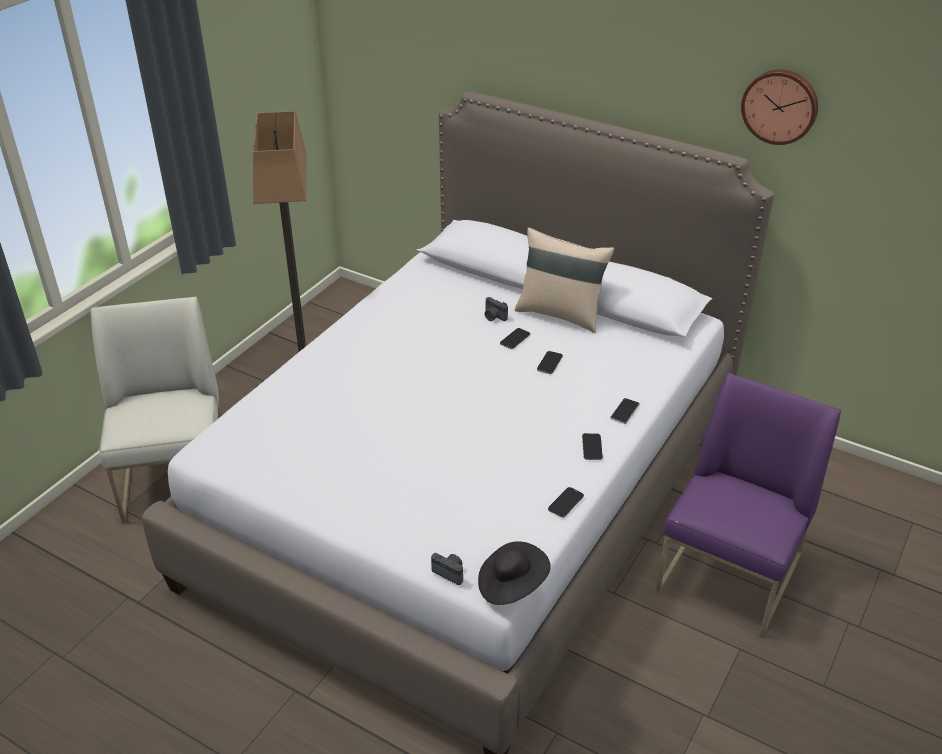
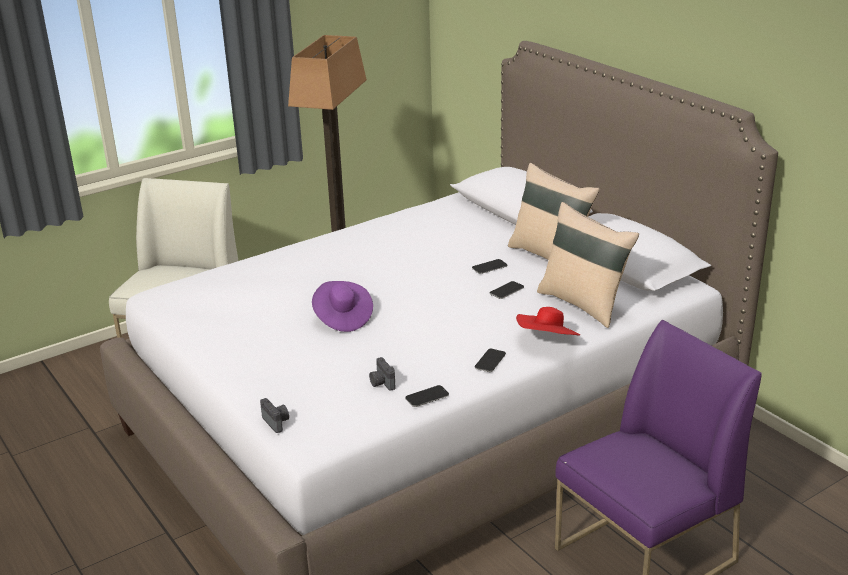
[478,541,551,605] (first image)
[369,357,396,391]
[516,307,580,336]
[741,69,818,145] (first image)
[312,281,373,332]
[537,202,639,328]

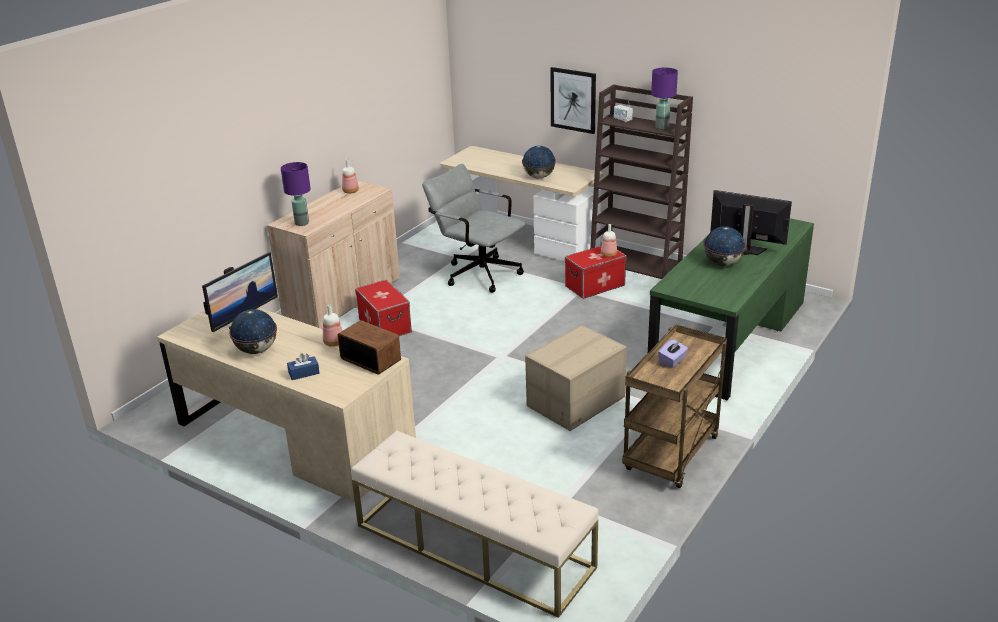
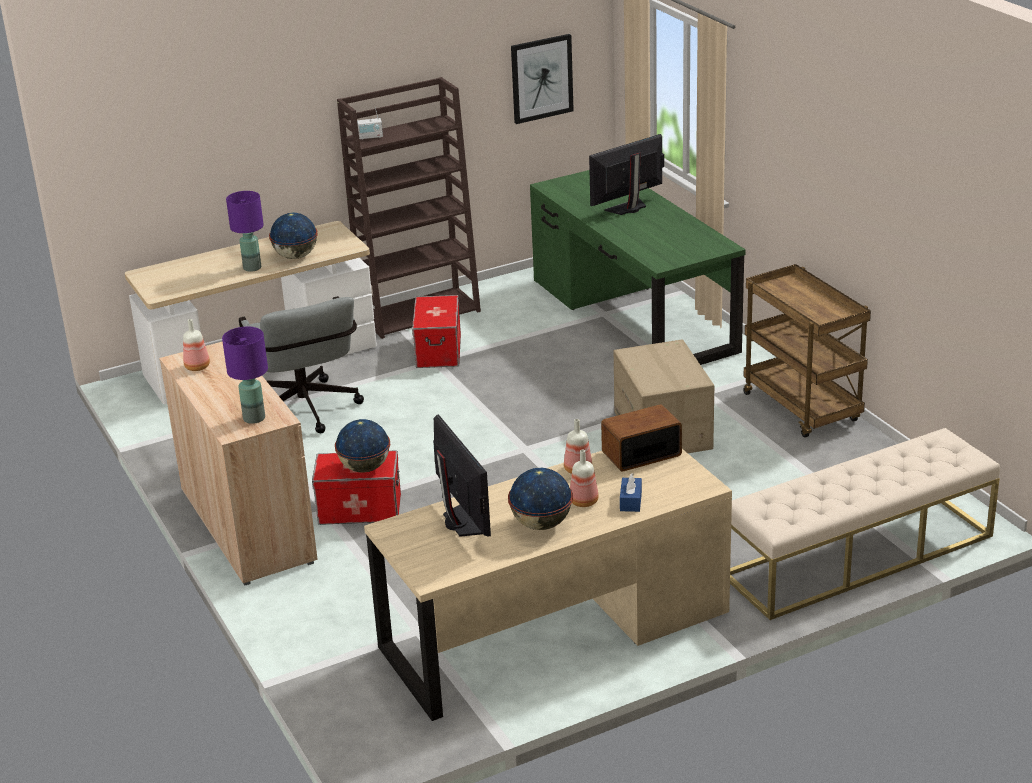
[239,296,364,433]
[511,34,574,124]
[570,449,599,507]
[226,191,264,272]
[658,339,688,368] (first image)
[335,419,390,473]

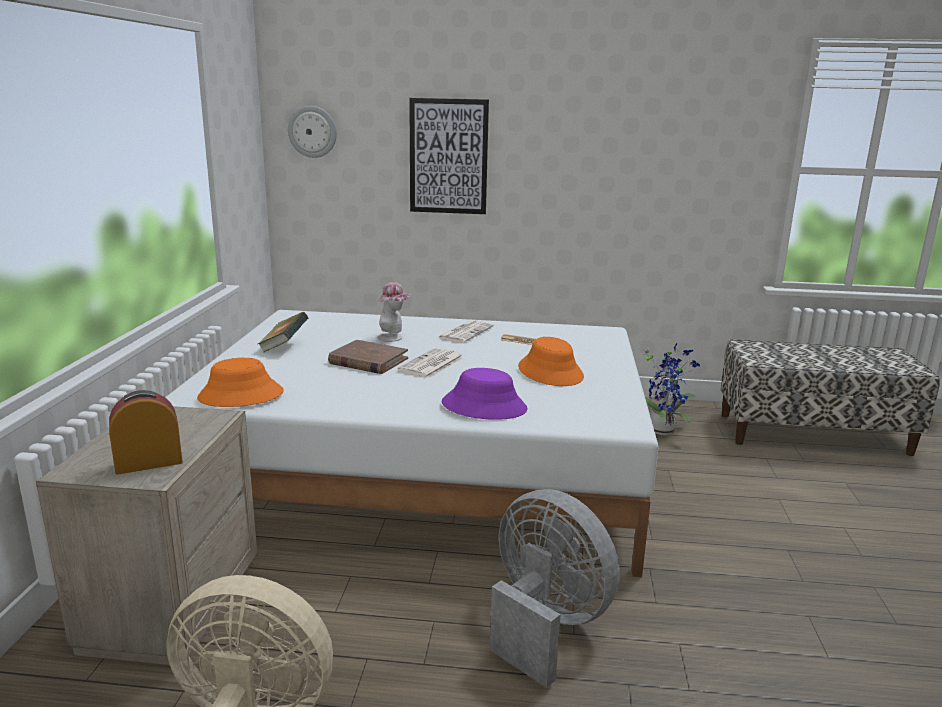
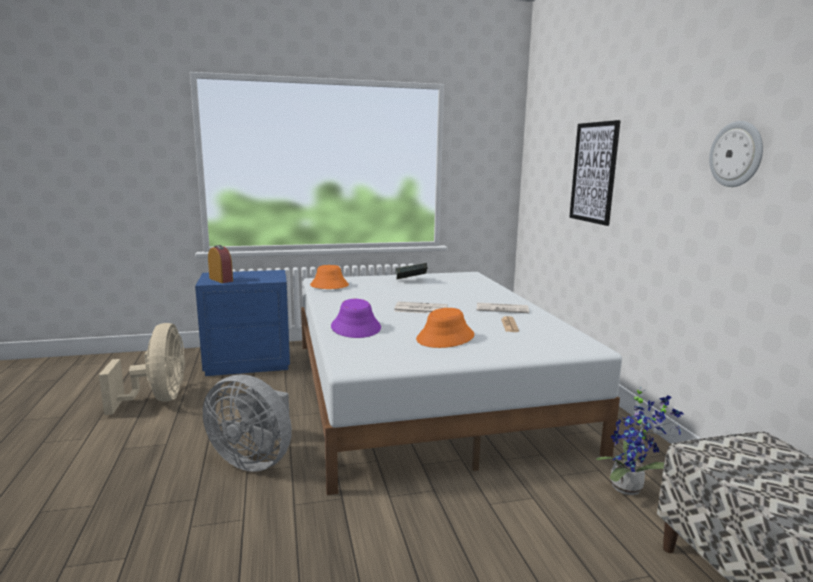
[195,270,290,376]
[709,121,763,187]
[328,340,408,374] (first image)
[377,282,411,342] (first image)
[203,375,292,472]

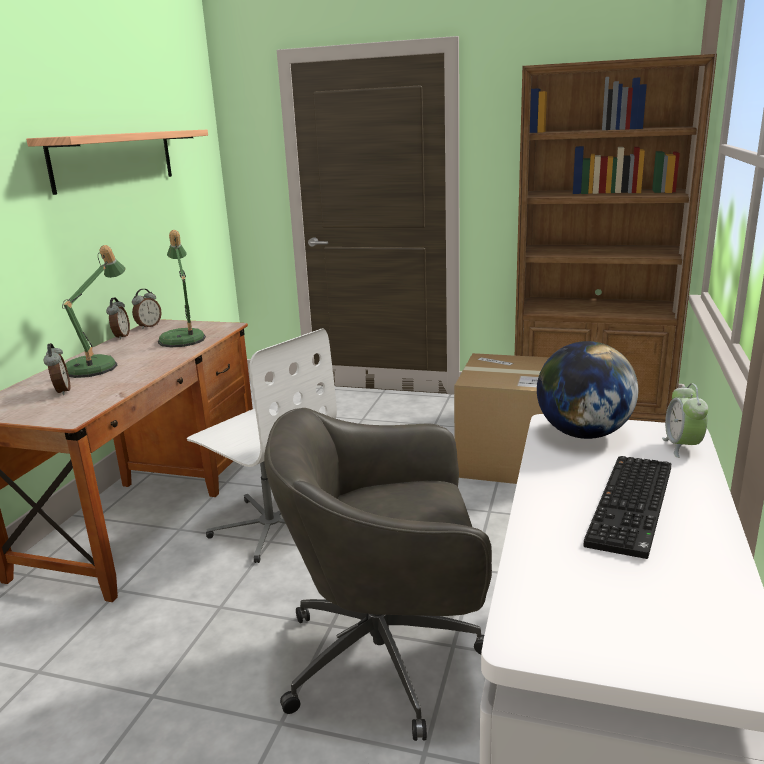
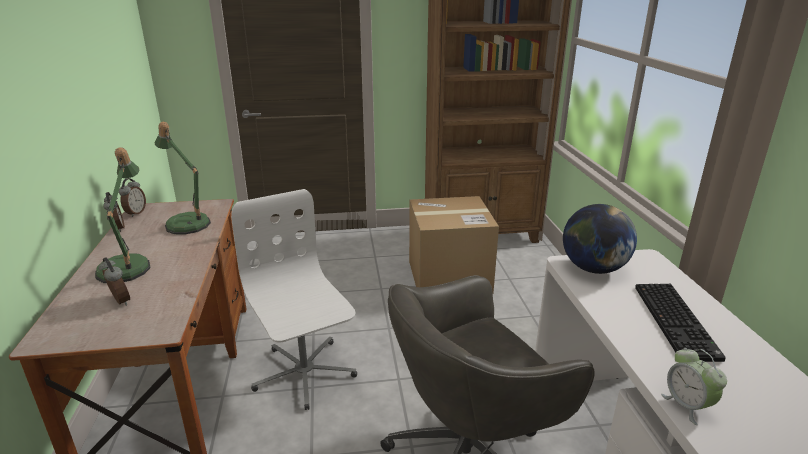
[26,130,208,195] (first image)
[231,189,357,410]
[661,348,727,425]

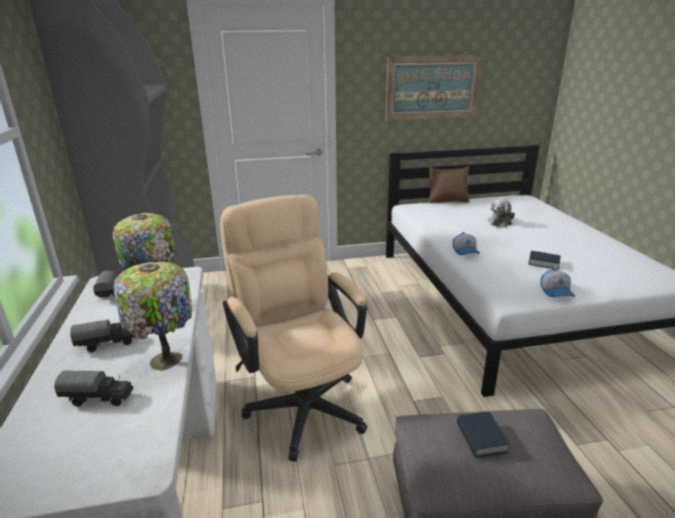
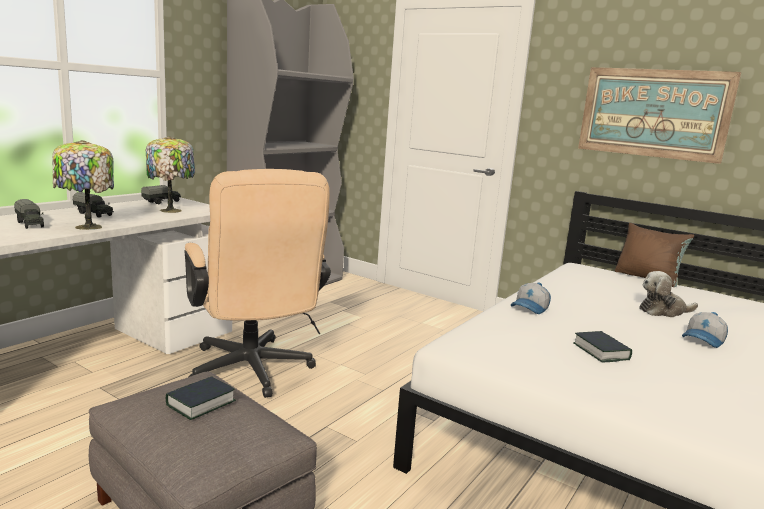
[184,169,331,398]
[682,312,728,348]

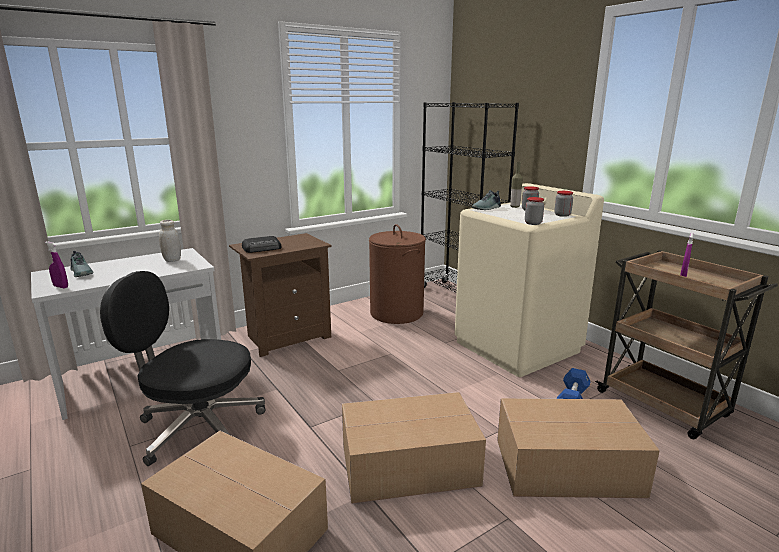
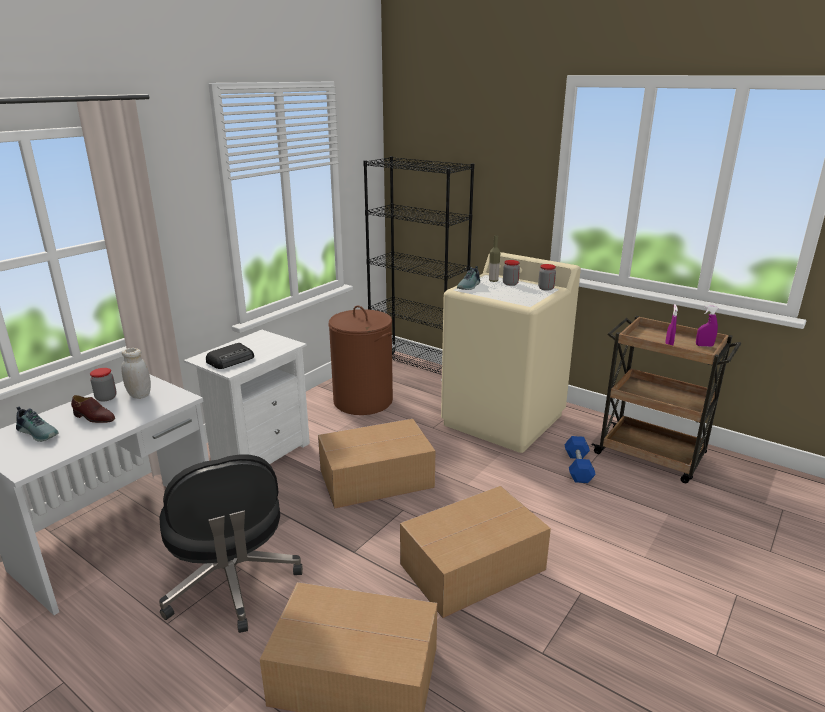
[696,305,719,347]
[159,454,303,633]
[184,330,310,464]
[318,419,435,509]
[90,368,117,402]
[71,395,115,423]

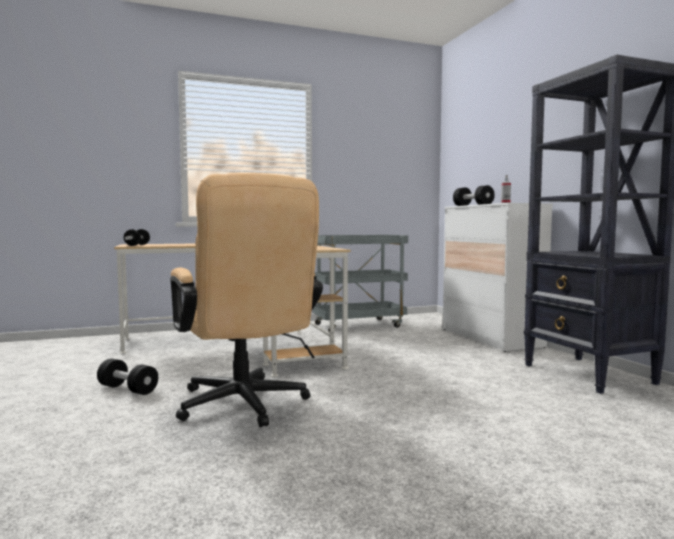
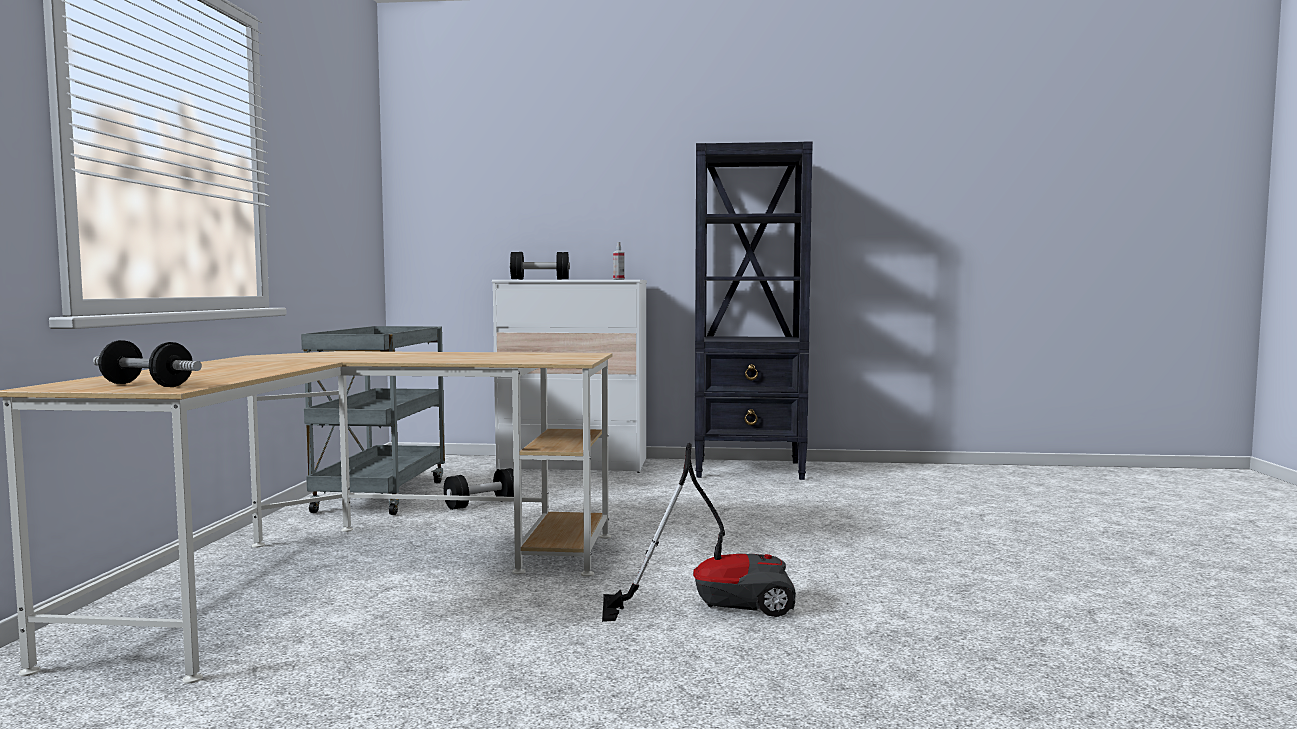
[444,468,514,510]
[602,443,796,622]

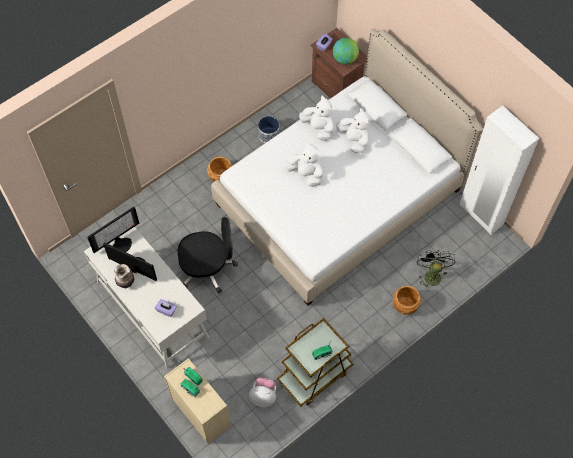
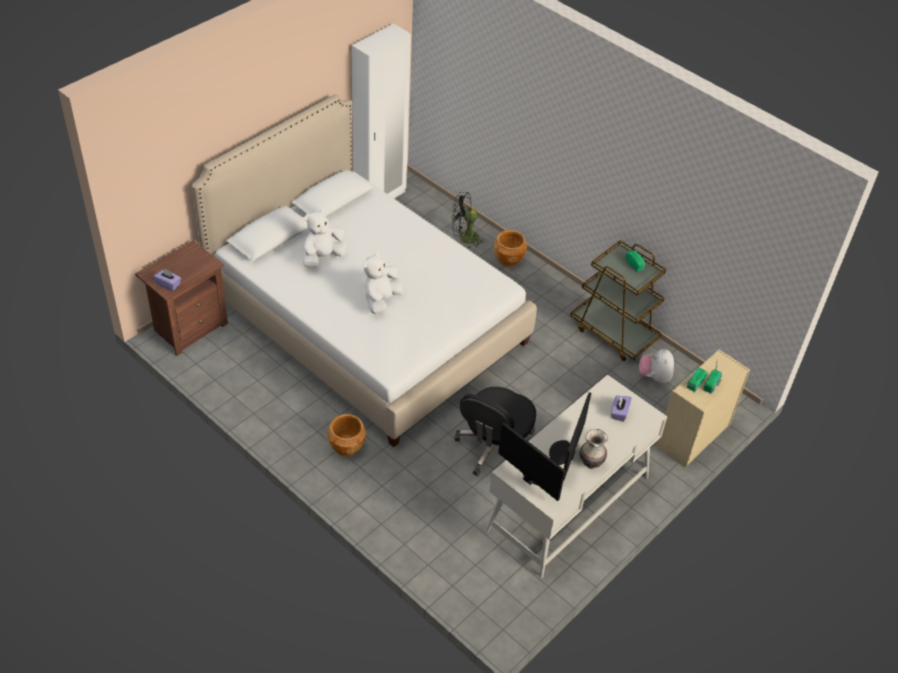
[454,387,536,476]
[258,116,279,143] (first image)
[299,96,334,141] (first image)
[333,38,359,64] (first image)

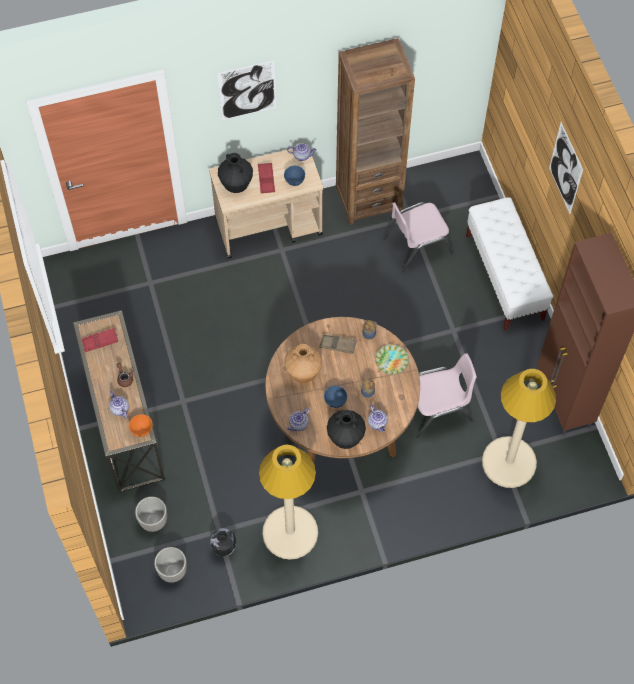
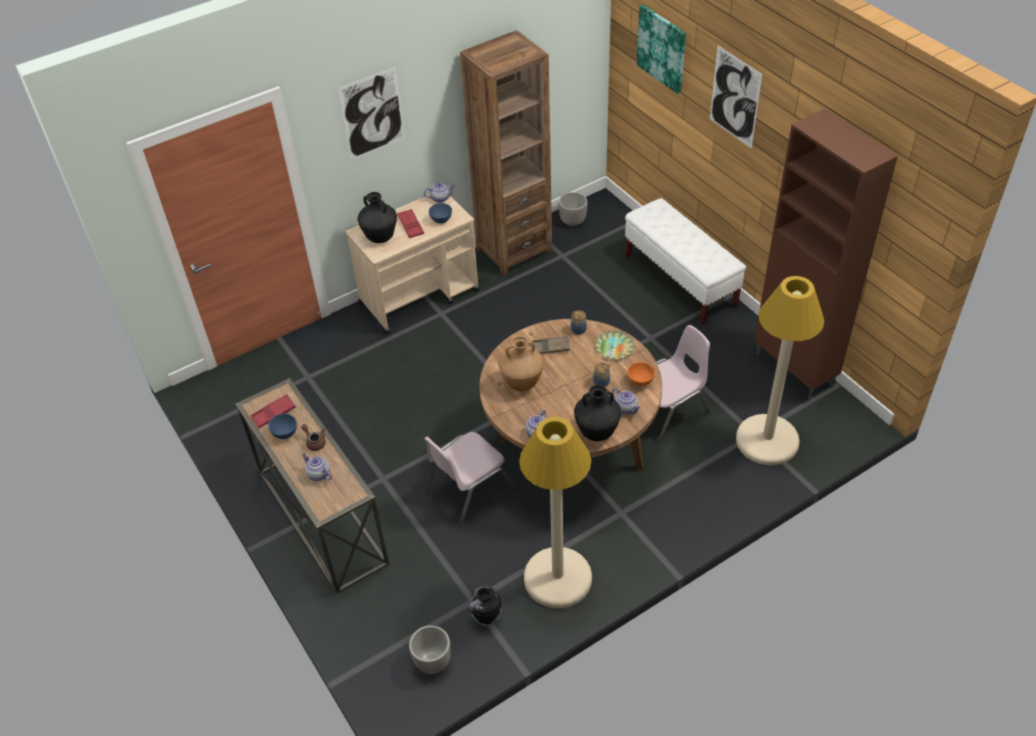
[627,362,655,387]
[558,192,588,226]
[268,414,297,439]
[424,432,516,527]
[637,4,686,94]

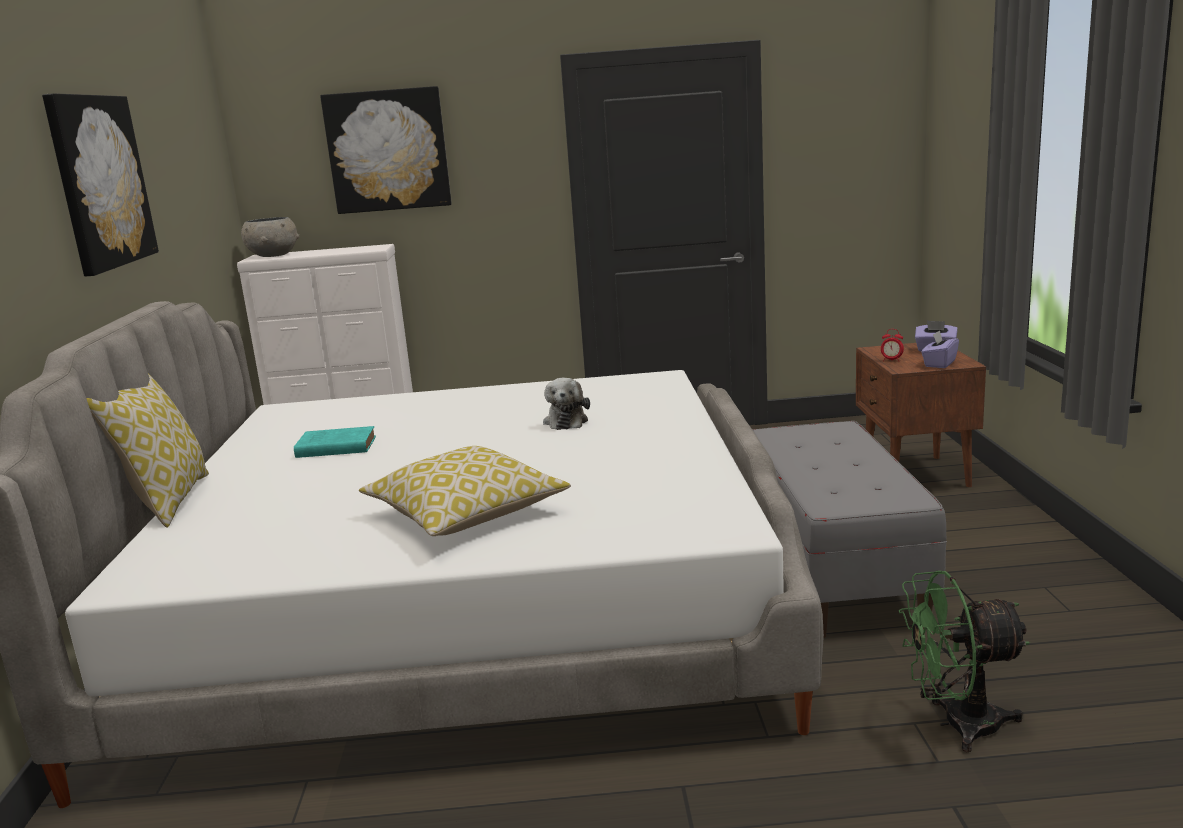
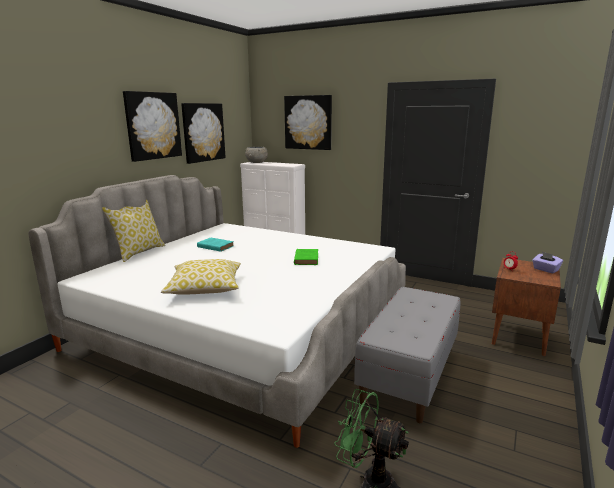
[294,249,318,265]
[921,330,959,368] (first image)
[181,103,226,164]

